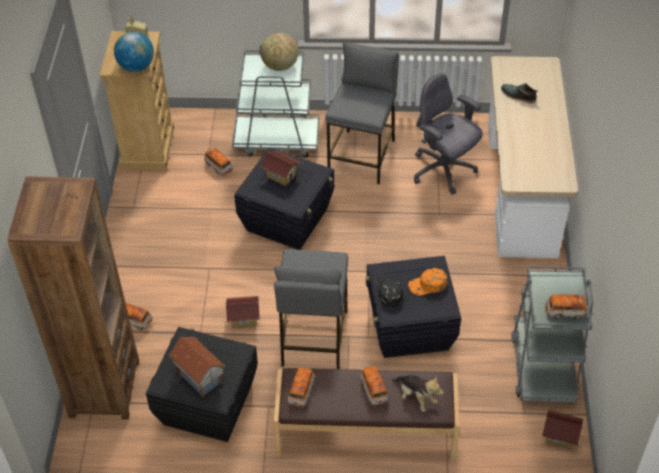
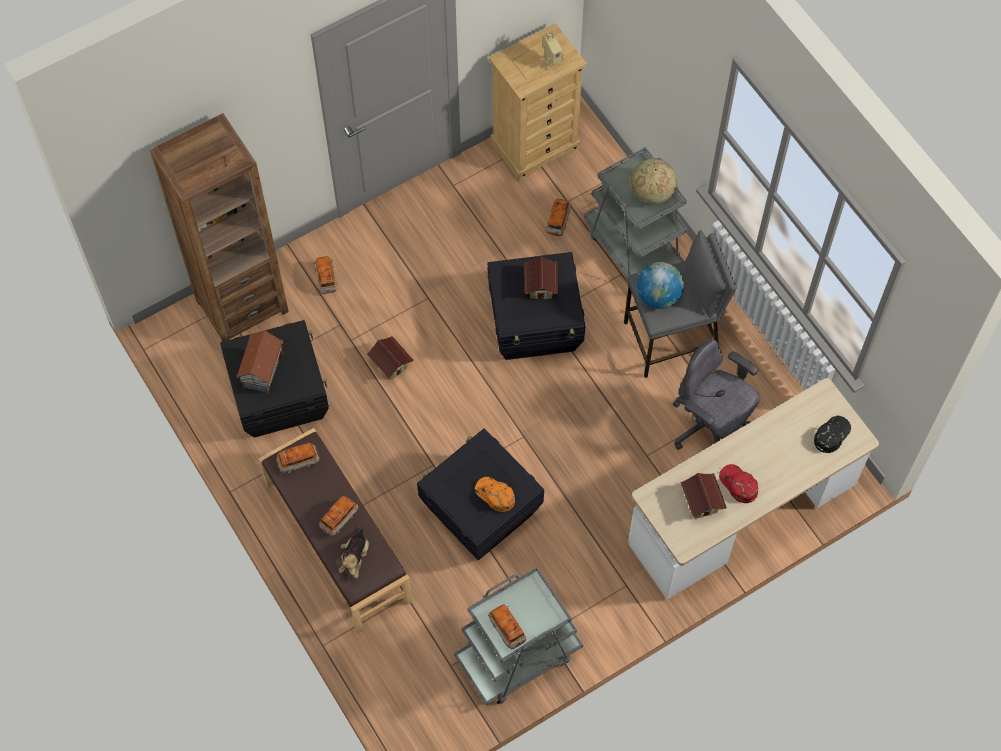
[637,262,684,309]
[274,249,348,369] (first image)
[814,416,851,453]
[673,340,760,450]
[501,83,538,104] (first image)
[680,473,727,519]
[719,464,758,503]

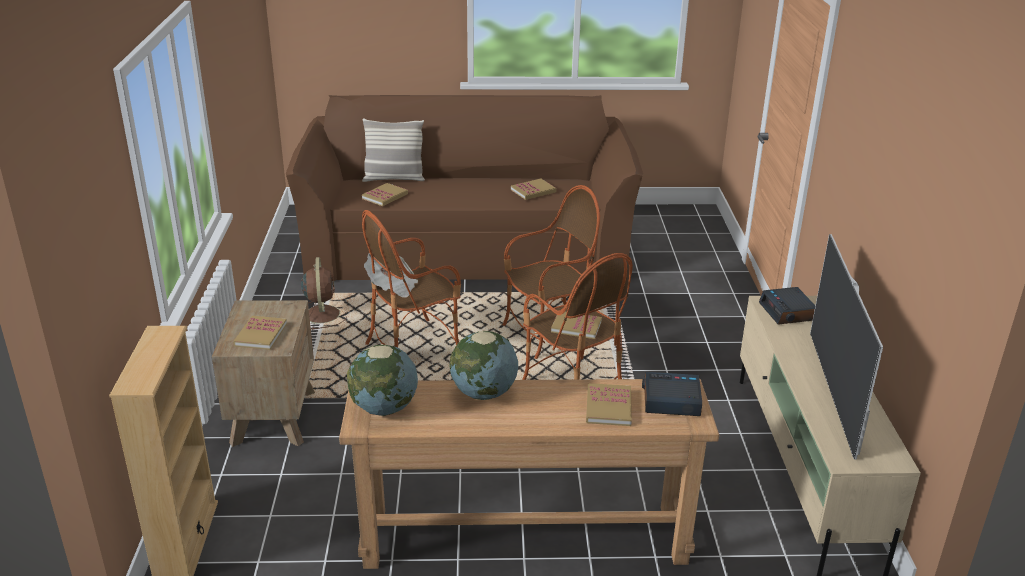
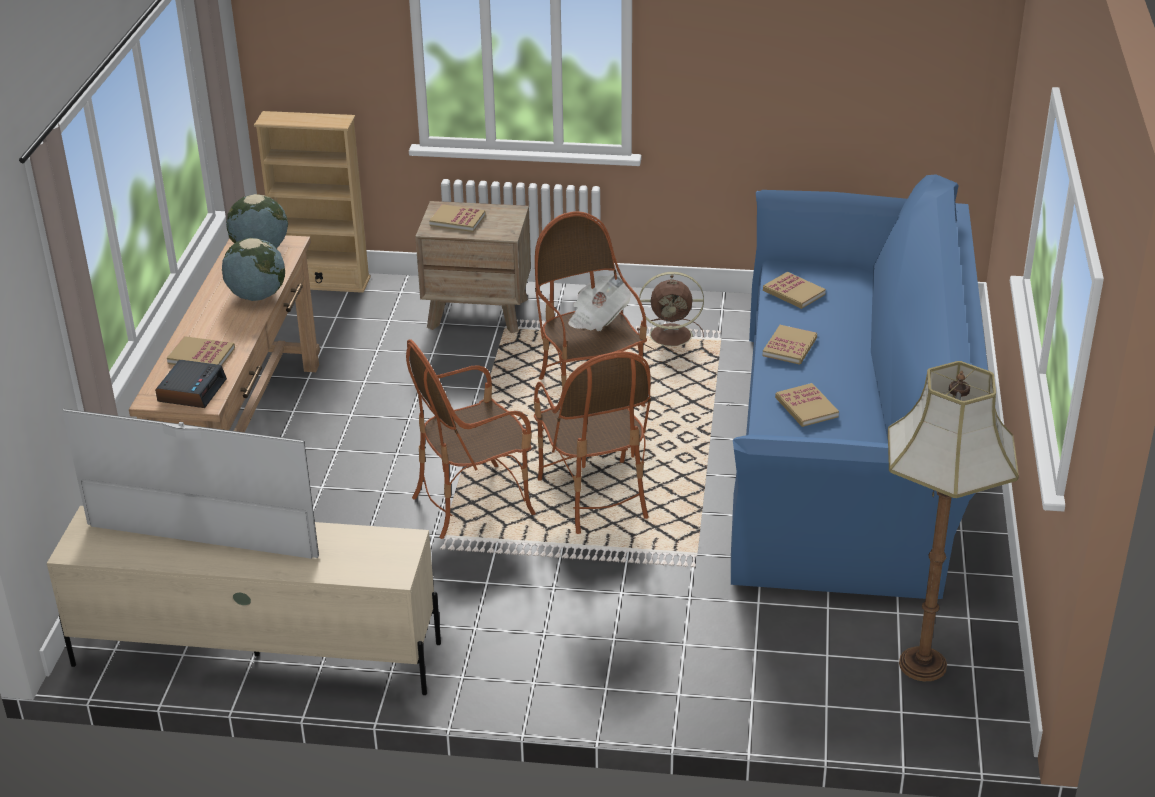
[731,174,988,599]
[362,118,425,182] (first image)
[763,325,817,365]
[759,287,815,325] (first image)
[888,361,1019,681]

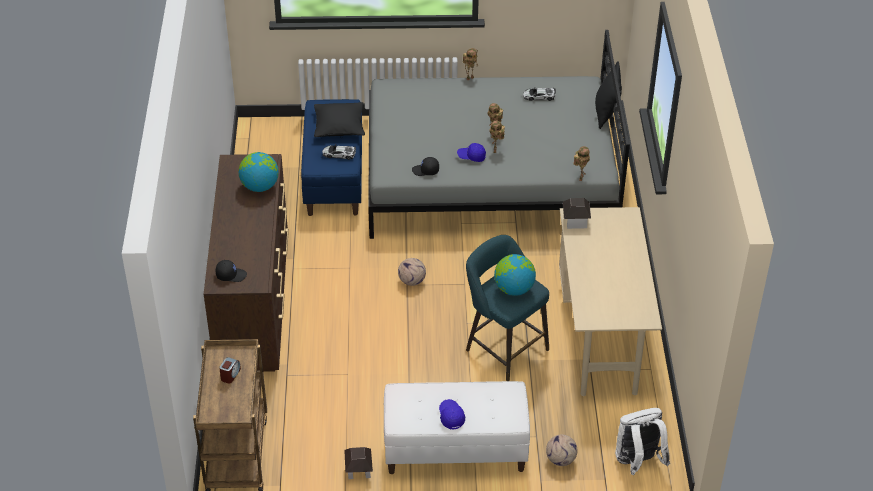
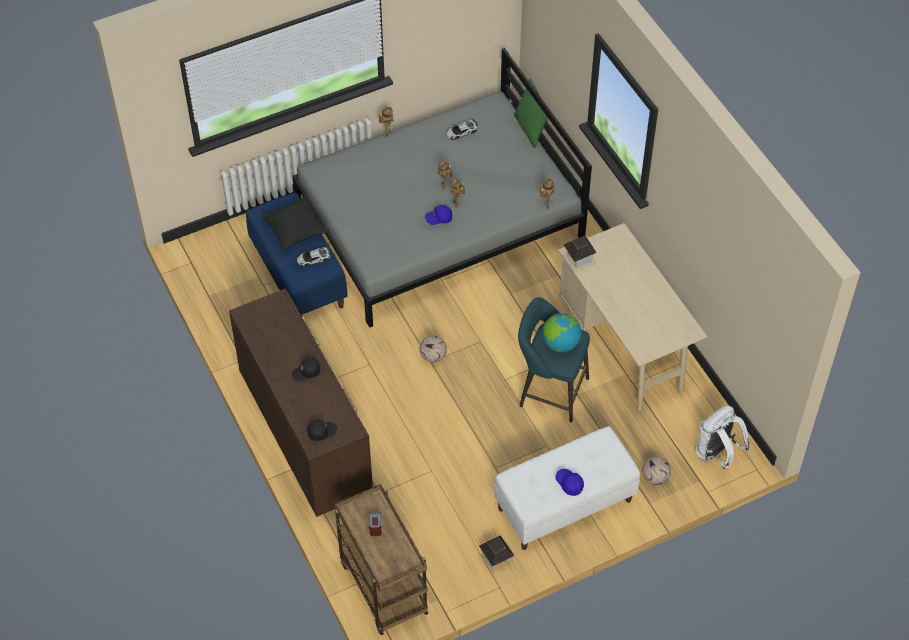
[239,152,279,192] (first image)
[292,357,320,382]
[514,79,551,148]

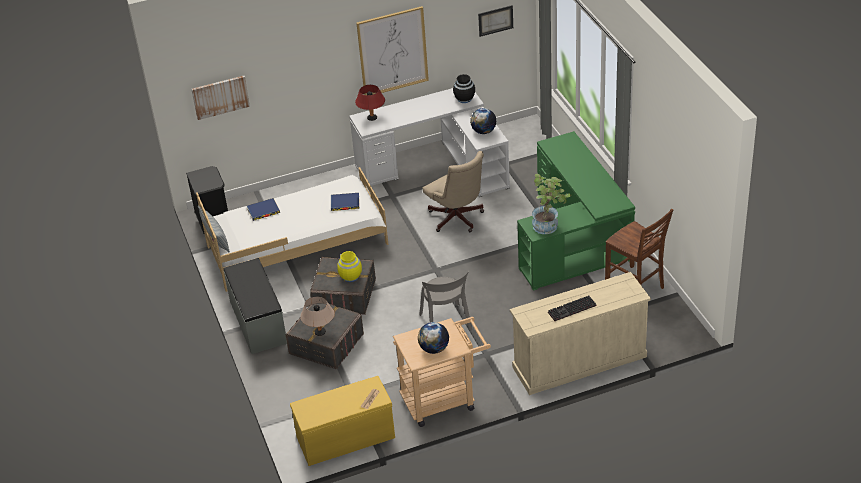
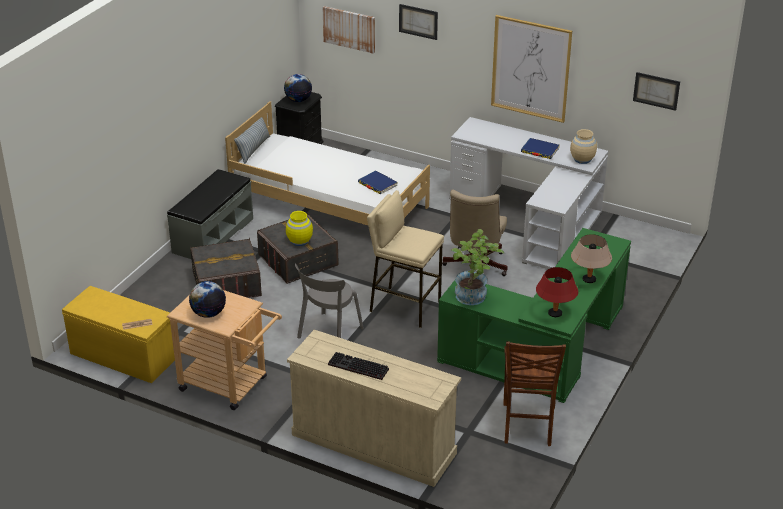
[521,138,559,159]
[571,234,612,283]
[536,267,578,317]
[570,129,597,164]
[284,74,312,102]
[367,190,444,328]
[399,4,438,40]

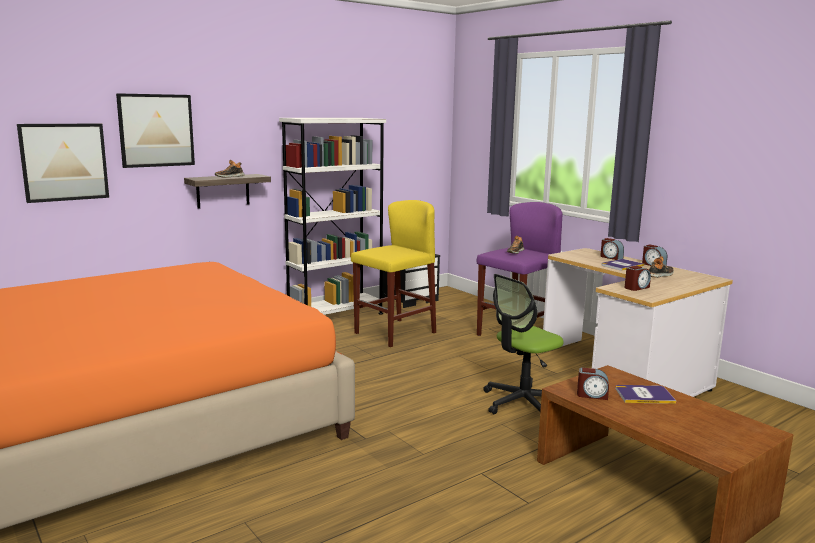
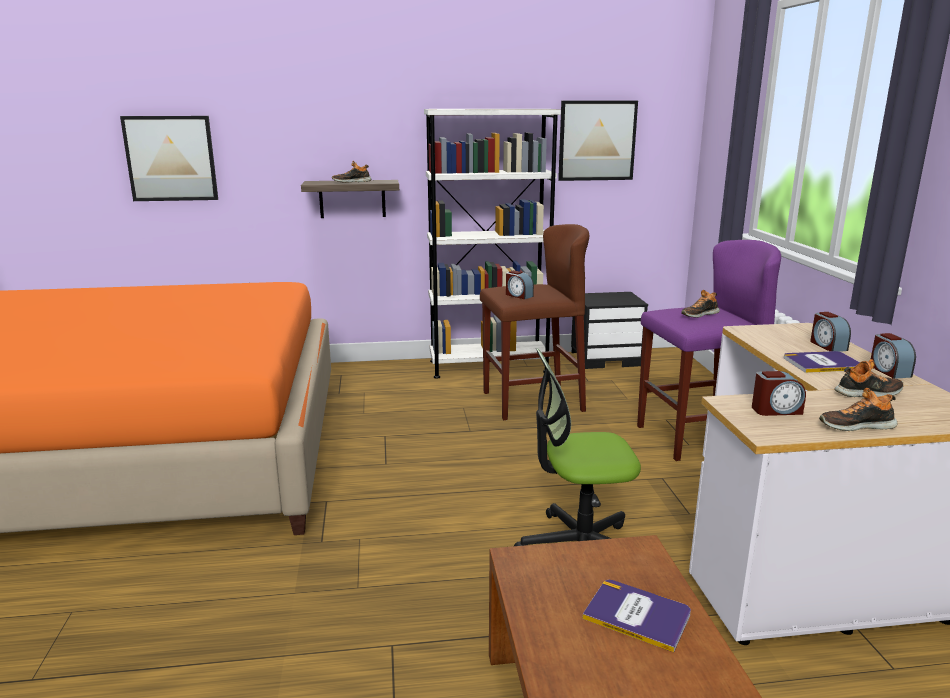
[558,101,638,181]
[480,224,589,420]
[506,270,534,299]
[819,388,898,431]

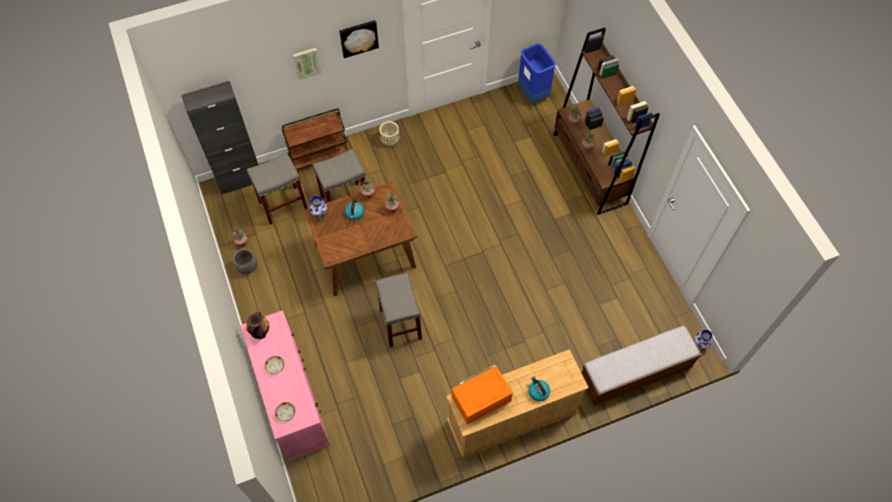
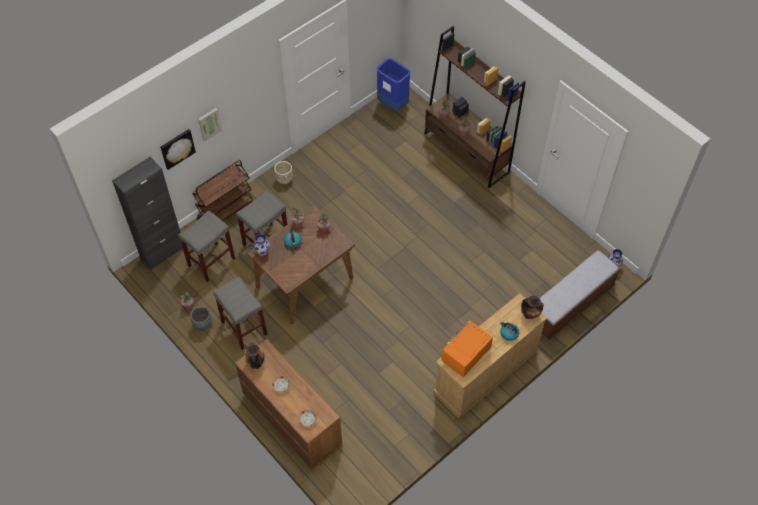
[235,339,342,471]
[160,129,196,170]
[213,276,268,350]
[521,296,544,319]

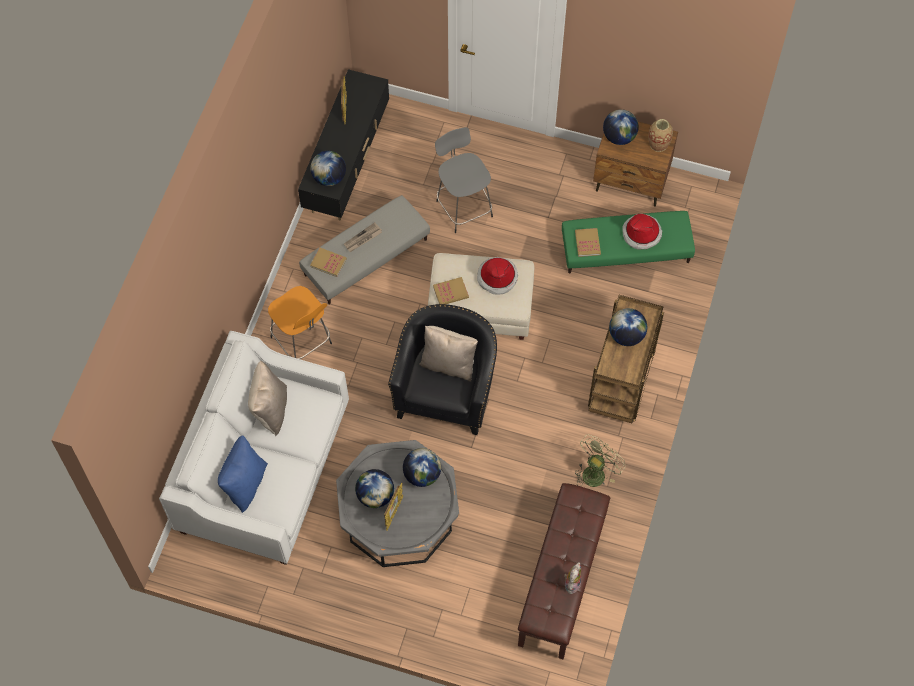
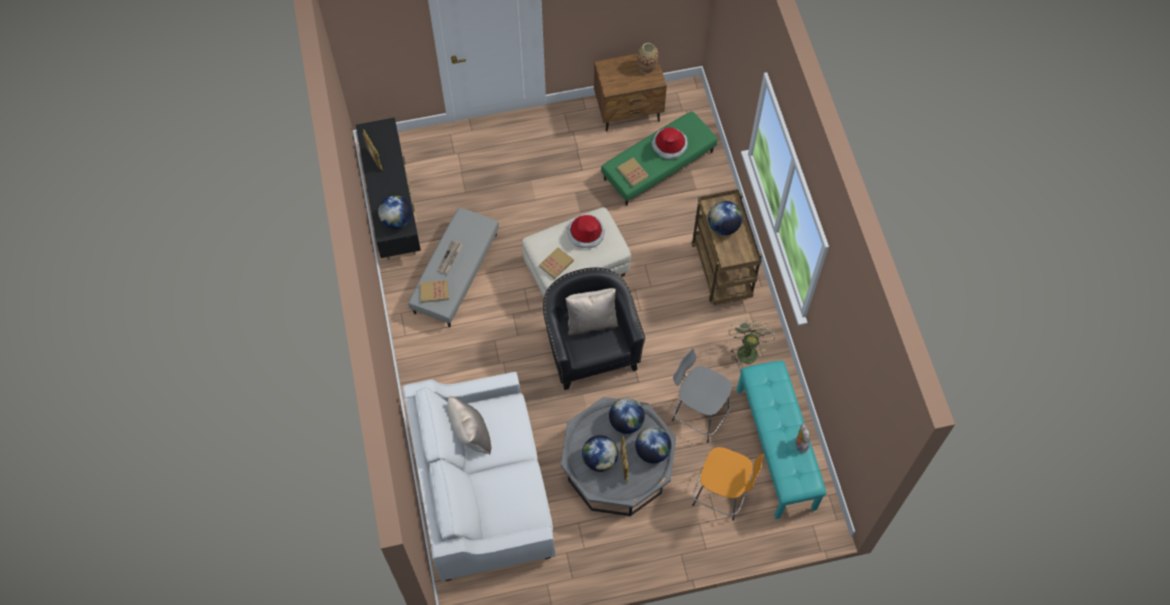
[218,435,268,513] (first image)
[692,447,764,521]
[672,348,732,442]
[737,361,826,519]
[635,427,672,463]

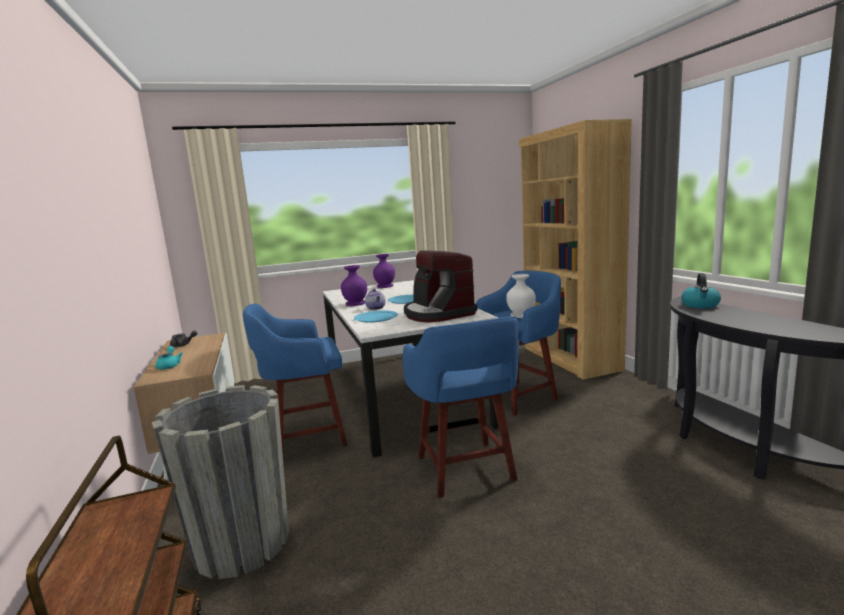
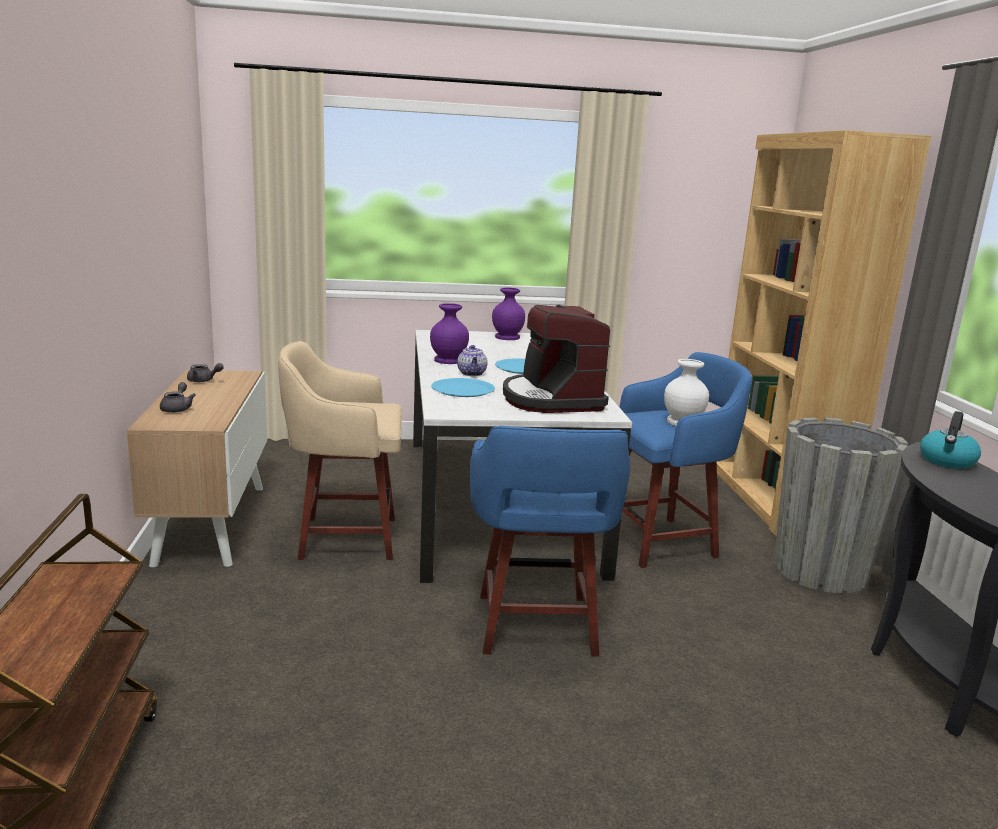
[774,417,908,594]
[160,382,196,413]
[278,341,402,560]

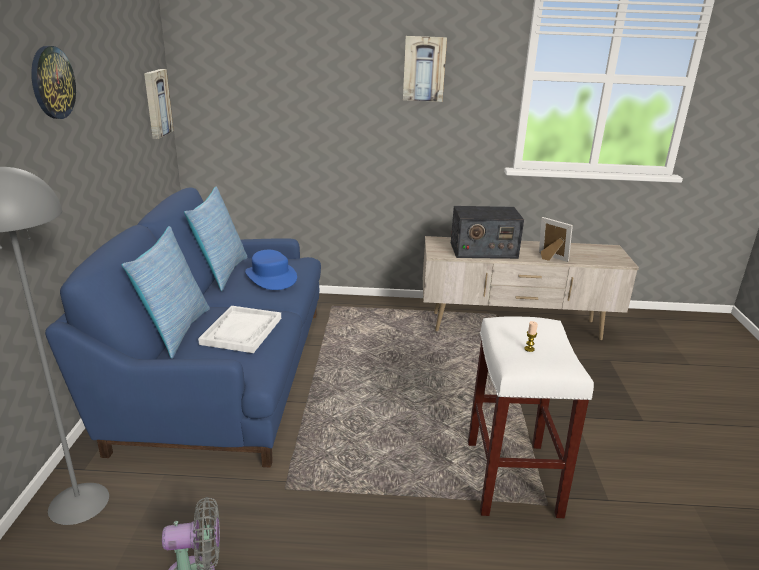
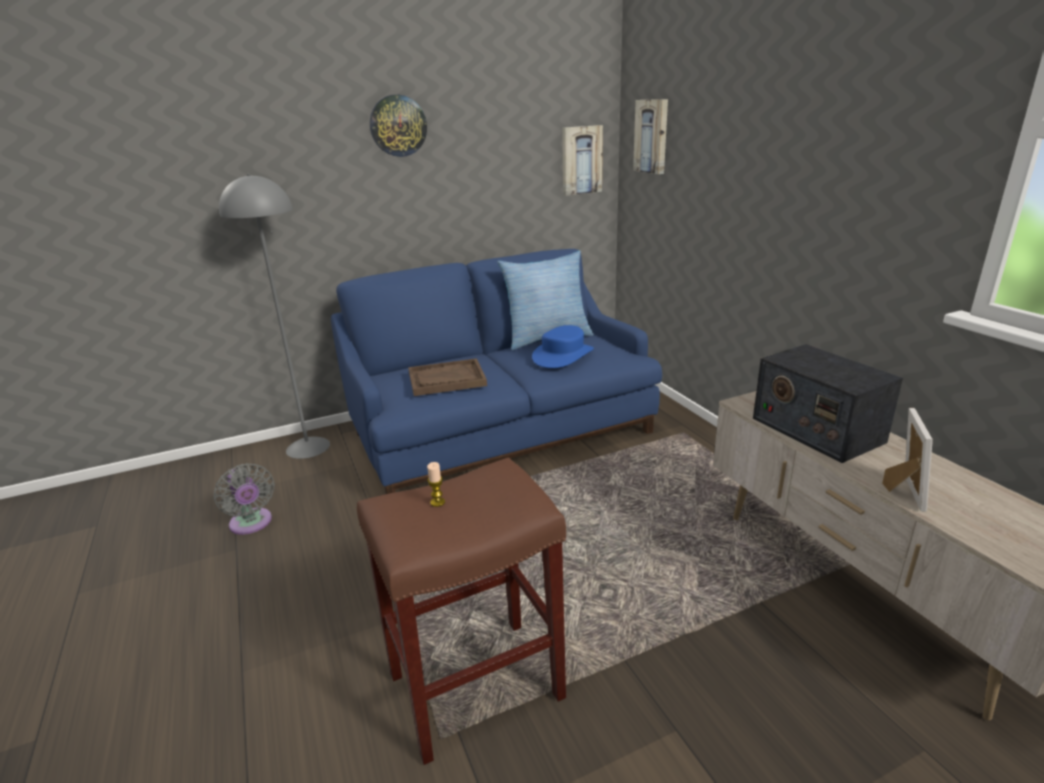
[122,226,210,359] (first image)
[408,358,487,396]
[633,99,668,174]
[357,458,566,765]

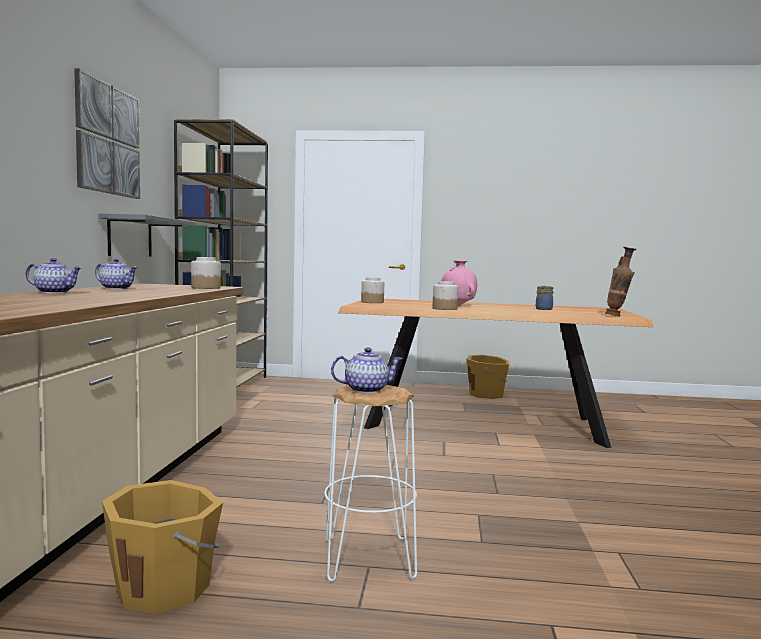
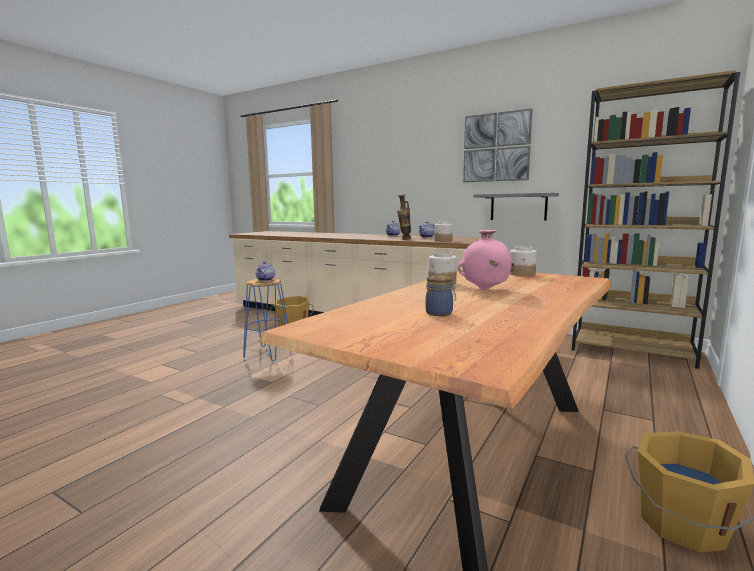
[243,278,288,361]
[397,195,411,240]

